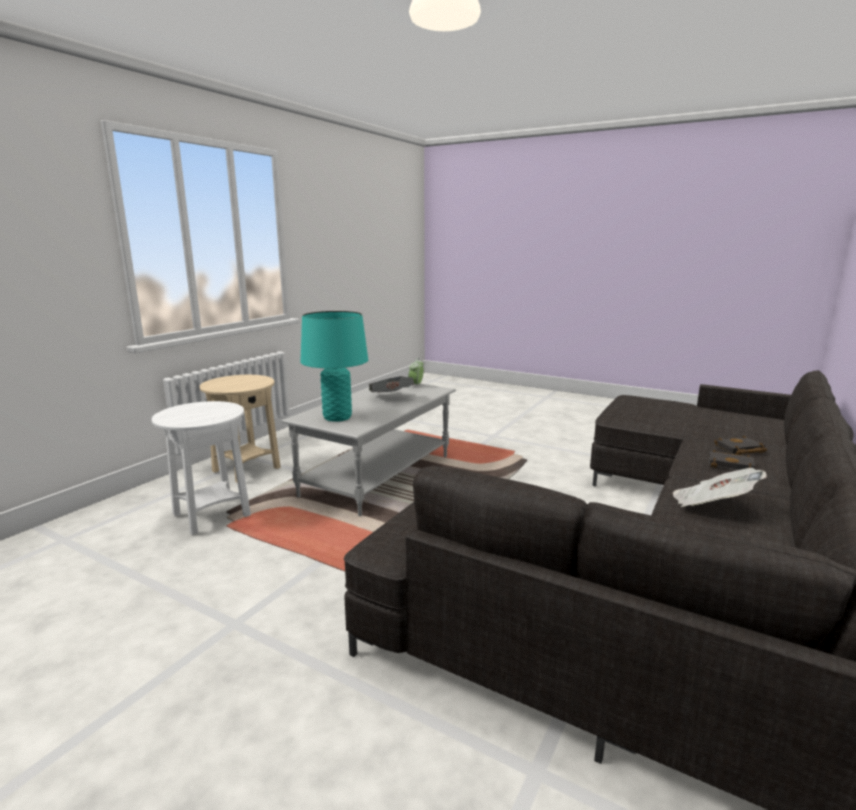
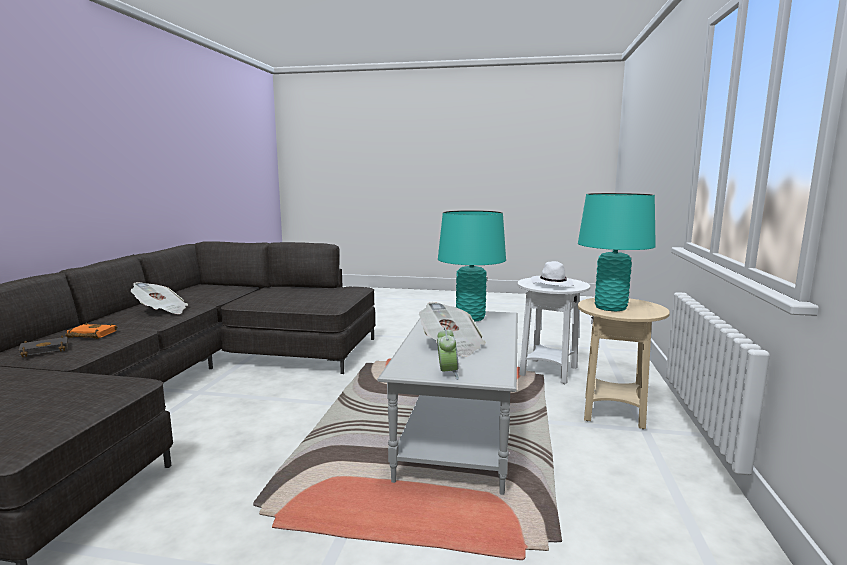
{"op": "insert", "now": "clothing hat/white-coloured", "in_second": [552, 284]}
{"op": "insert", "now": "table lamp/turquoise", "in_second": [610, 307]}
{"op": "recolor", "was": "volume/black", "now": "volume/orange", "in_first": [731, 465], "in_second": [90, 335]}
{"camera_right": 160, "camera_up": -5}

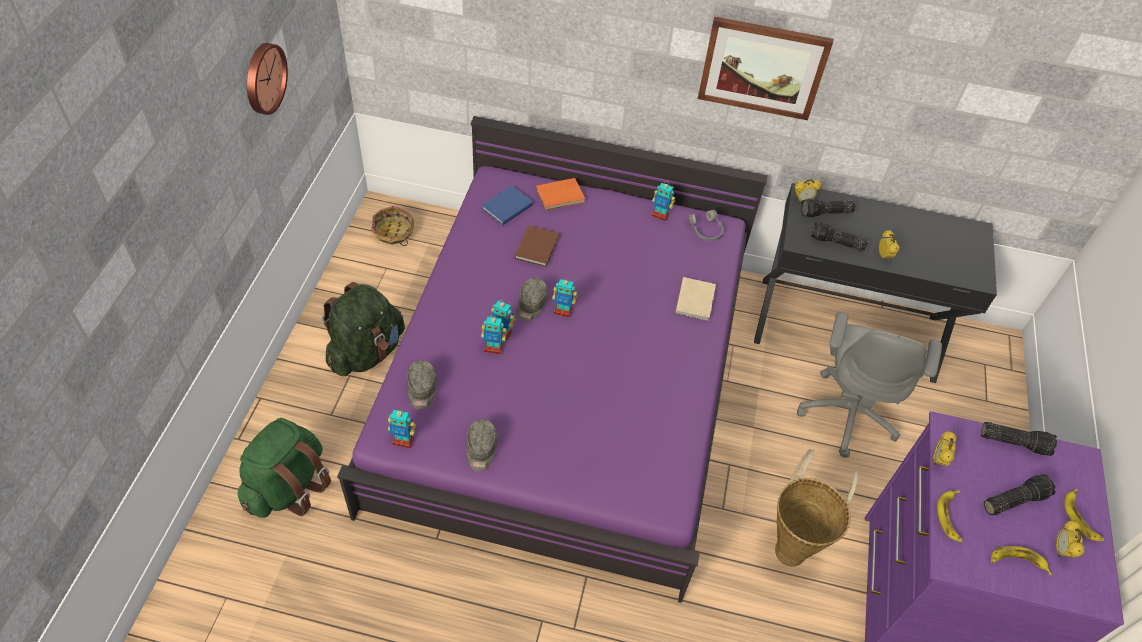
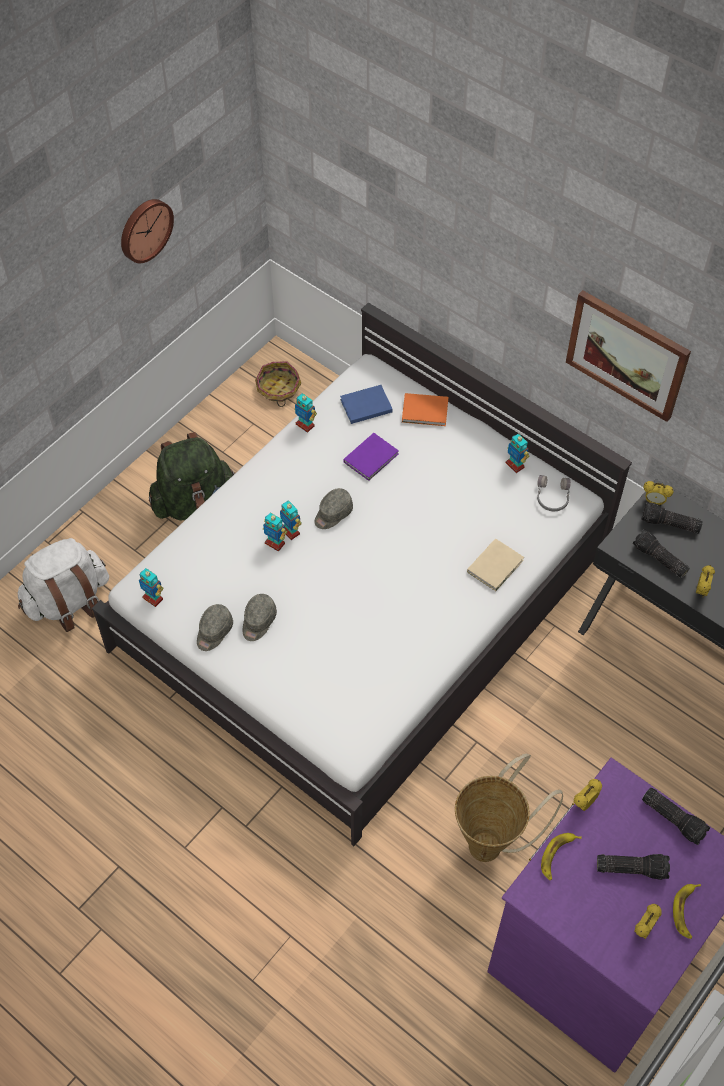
{"op": "delete", "was": "desk chair/grey", "in_first": [848, 413]}
{"op": "delete", "was": "banana fruit", "in_first": [1017, 562]}
{"op": "move", "was": "baseball cap/grey", "in_first": [422, 390], "in_second": [258, 622]}
{"op": "move", "was": "robot figure", "in_first": [563, 311], "in_second": [305, 425]}
{"op": "recolor", "was": "backpack/greenish", "now": "backpack/white-coloured", "in_first": [288, 487], "in_second": [68, 602]}
{"op": "recolor", "was": "sleeping bed/purplish", "now": "sleeping bed/white-coloured", "in_first": [566, 382], "in_second": [363, 600]}
{"op": "recolor", "was": "volume/brownish", "now": "volume/purplish", "in_first": [538, 247], "in_second": [372, 457]}
{"camera_right": 30, "camera_up": 5}

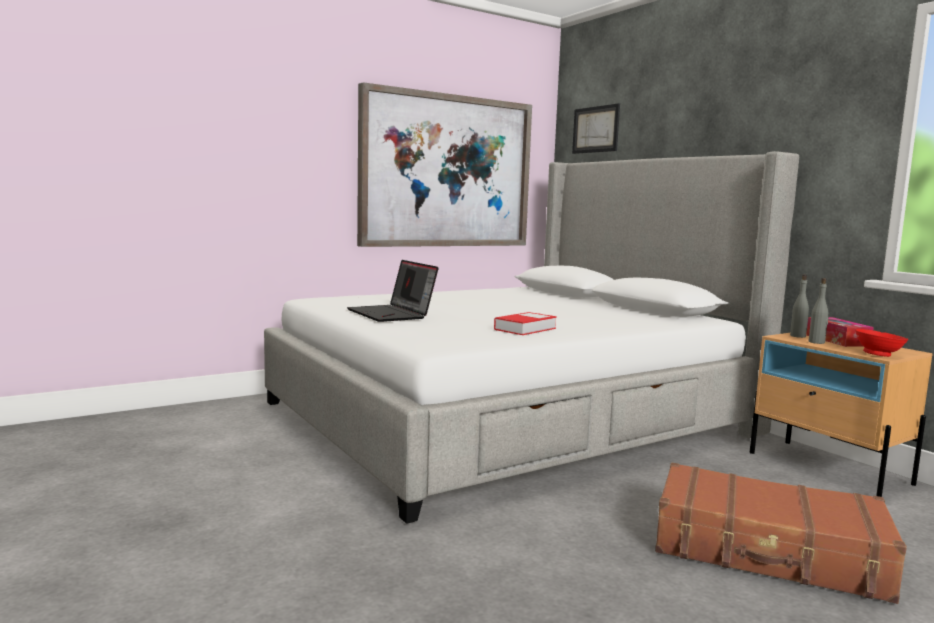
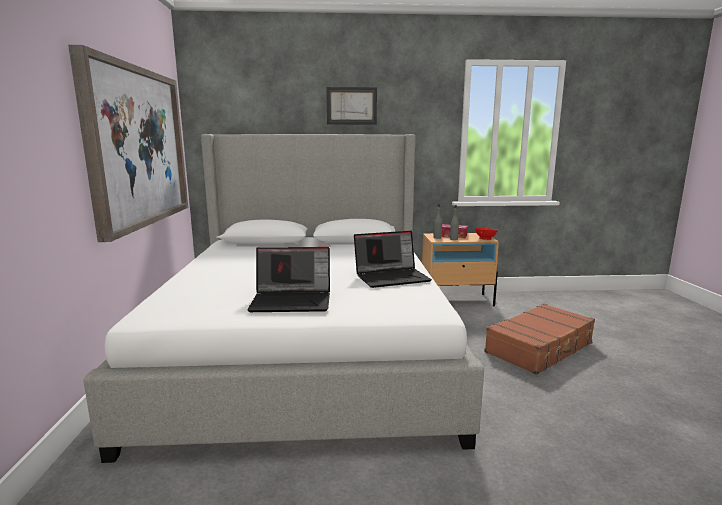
{"op": "move", "was": "wall picture", "in_first": [596, 129], "in_second": [351, 106]}
{"op": "replace", "was": "volume", "now": "notebook computer", "in_first": [525, 329], "in_second": [392, 277]}
{"camera_right": -60, "camera_up": 5}

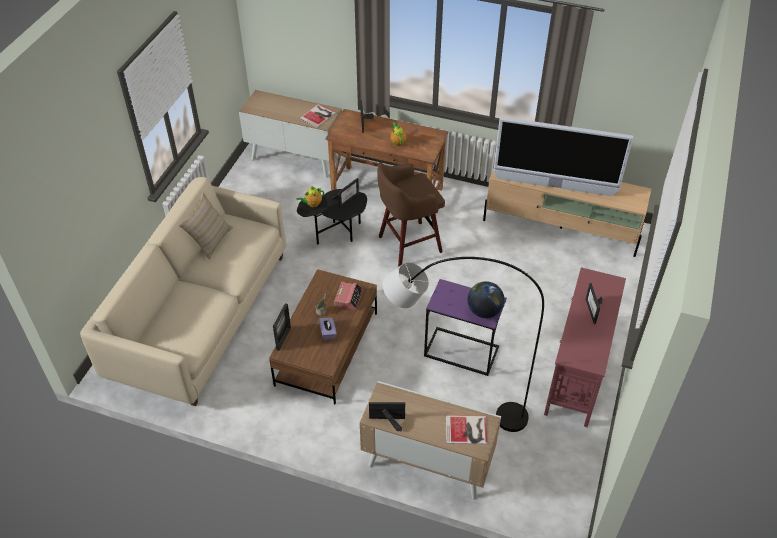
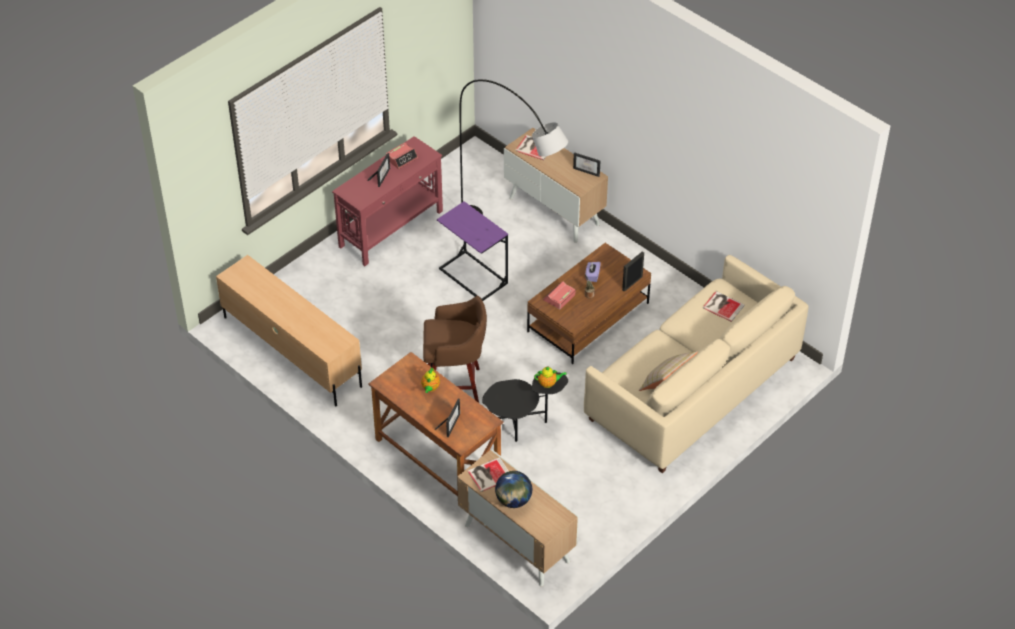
{"op": "delete", "was": "standing frame", "in_first": [347, 198]}
{"op": "delete", "was": "television", "in_first": [554, 186]}
{"op": "insert", "now": "bedside clock", "in_second": [402, 158]}
{"op": "insert", "now": "volume", "in_second": [723, 305]}
{"op": "move", "was": "world globe", "in_first": [484, 311], "in_second": [513, 500]}
{"camera_right": -155, "camera_up": 0}

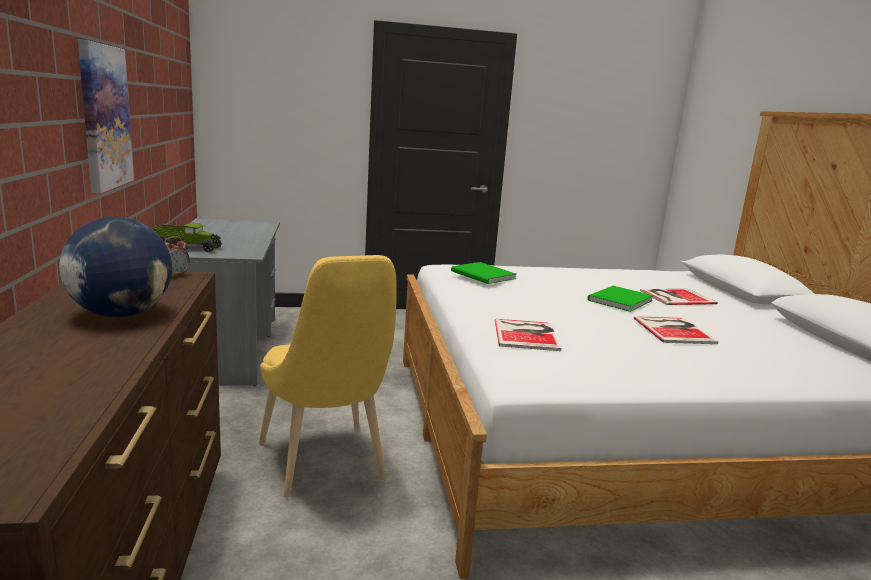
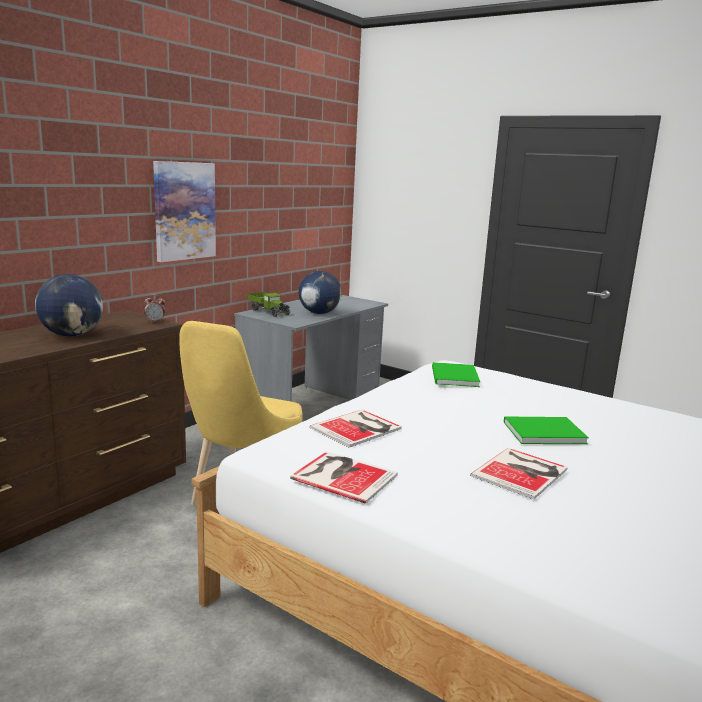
{"op": "insert", "now": "world globe", "in_second": [319, 313]}
{"op": "move", "was": "volume", "in_first": [675, 297], "in_second": [343, 475]}
{"camera_right": 45, "camera_up": 0}

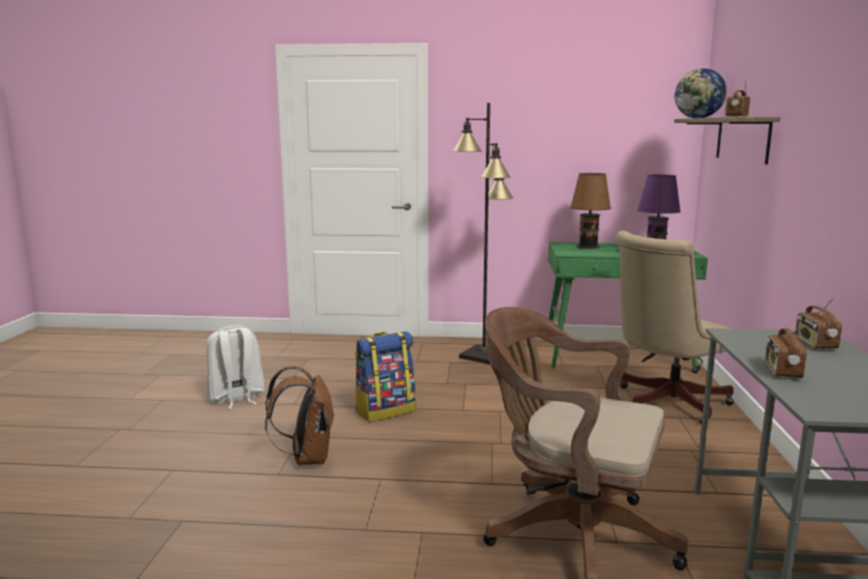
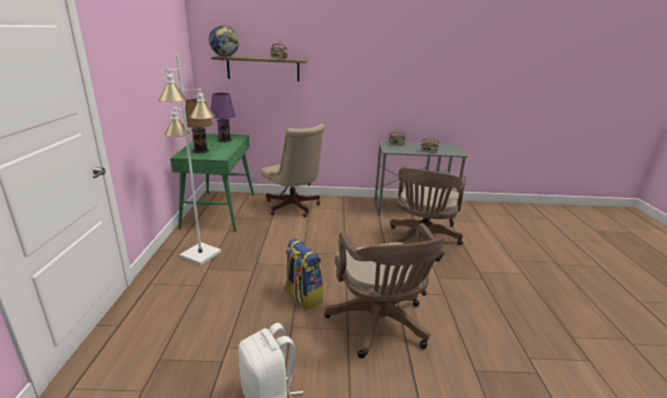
{"op": "replace", "was": "backpack/brownish", "now": "desk chair/brownish", "in_first": [307, 458], "in_second": [380, 326]}
{"op": "recolor", "was": "standard lamp/black", "now": "standard lamp/white-coloured", "in_first": [483, 355], "in_second": [200, 254]}
{"camera_right": -95, "camera_up": 10}

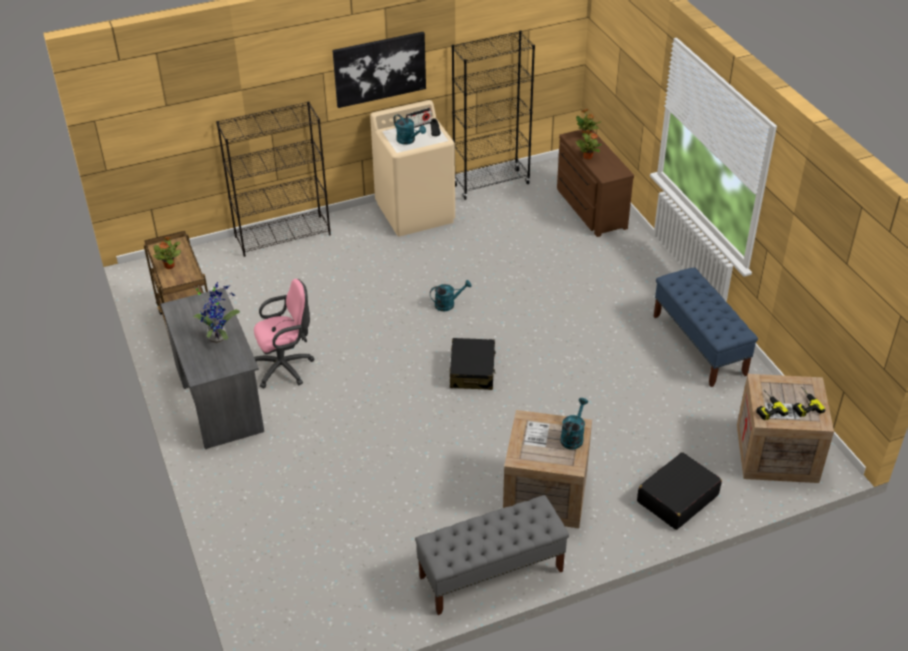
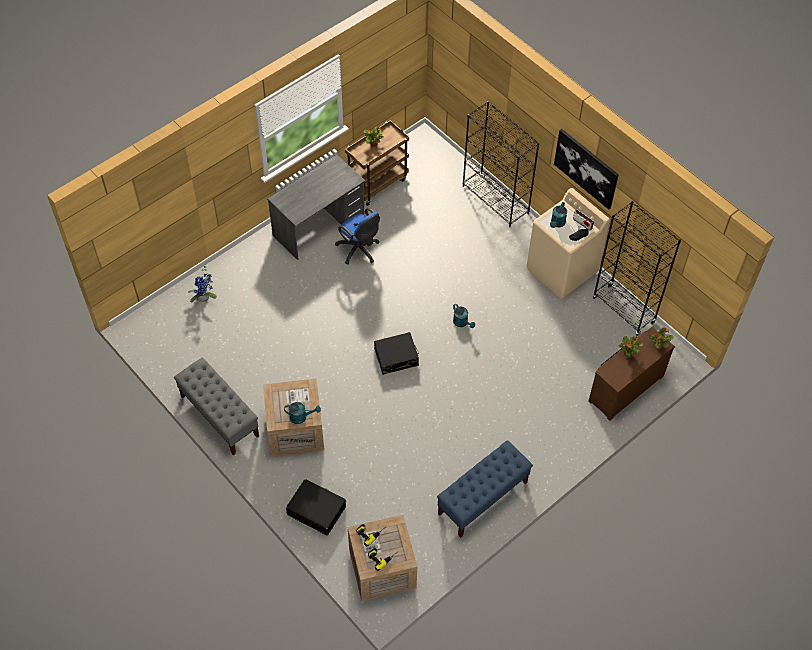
{"op": "move", "was": "plant in a pot", "in_first": [219, 336], "in_second": [205, 297]}
{"op": "recolor", "was": "desk chair/pinkish", "now": "desk chair/bluish", "in_first": [286, 367], "in_second": [359, 250]}
{"camera_right": 70, "camera_up": 15}

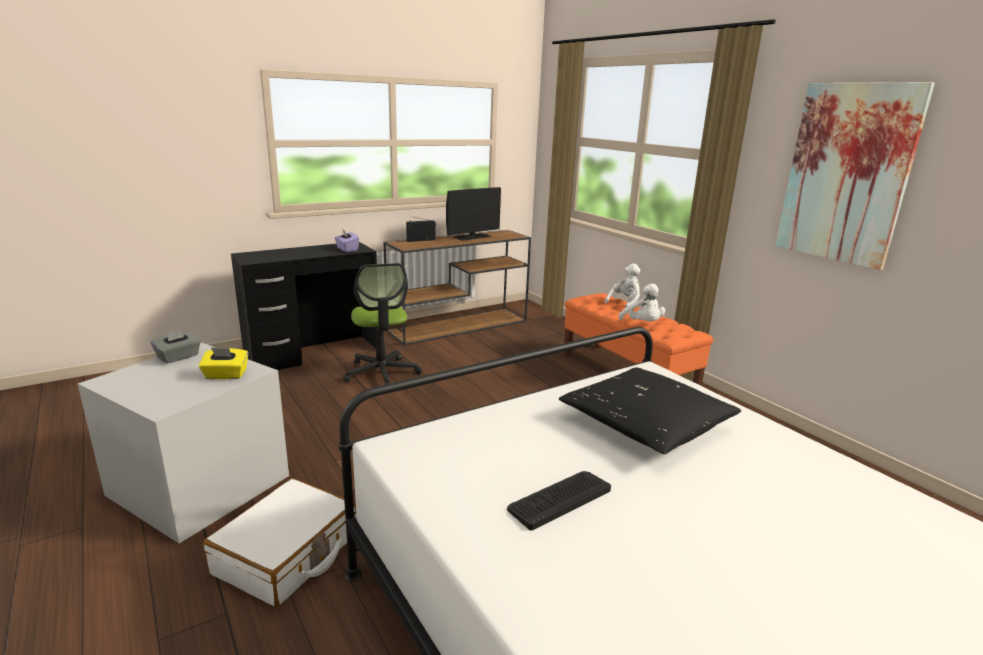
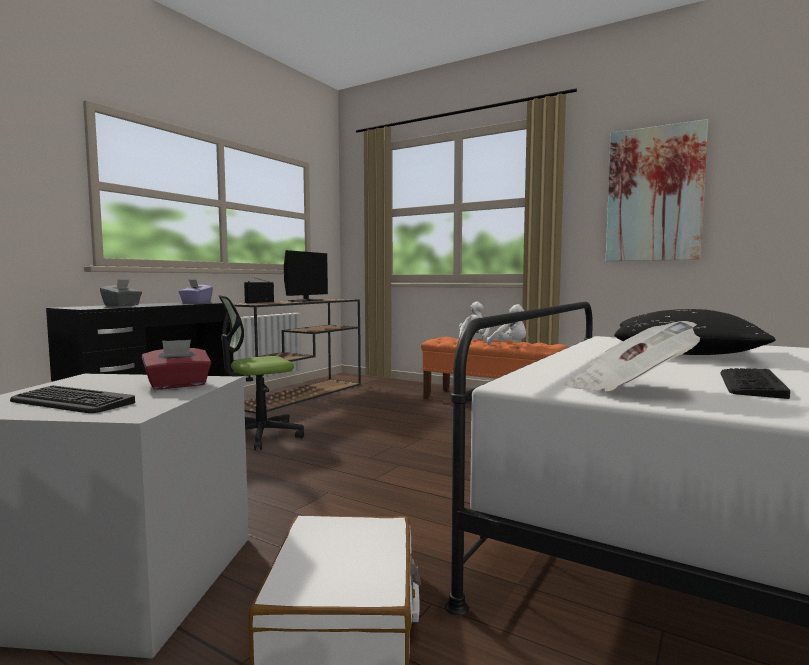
{"op": "insert", "now": "keyboard", "in_second": [71, 402]}
{"op": "insert", "now": "newspaper", "in_second": [627, 388]}
{"op": "move", "was": "tissue holder/grey", "in_first": [179, 357], "in_second": [122, 305]}
{"op": "recolor", "was": "tissue holder/yellow-coloured", "now": "tissue holder/reddish", "in_first": [225, 375], "in_second": [178, 385]}
{"op": "rotate", "was": "desk chair", "in_first": [382, 373], "in_second": [259, 435], "clockwise": 105}
{"camera_right": -25, "camera_up": -15}

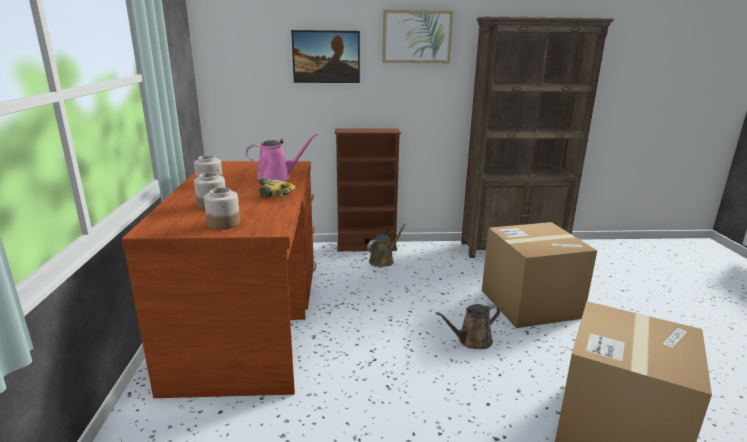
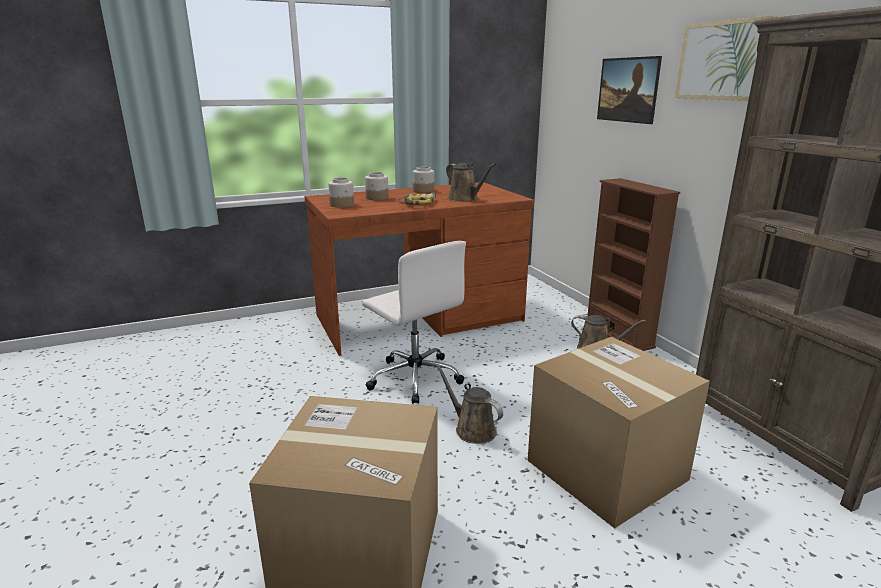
{"op": "insert", "now": "desk chair/white-coloured", "in_second": [414, 377]}
{"op": "recolor", "was": "sprinkling can/pinkish", "now": "sprinkling can/brownish", "in_first": [277, 177], "in_second": [465, 199]}
{"camera_right": 70, "camera_up": 0}

